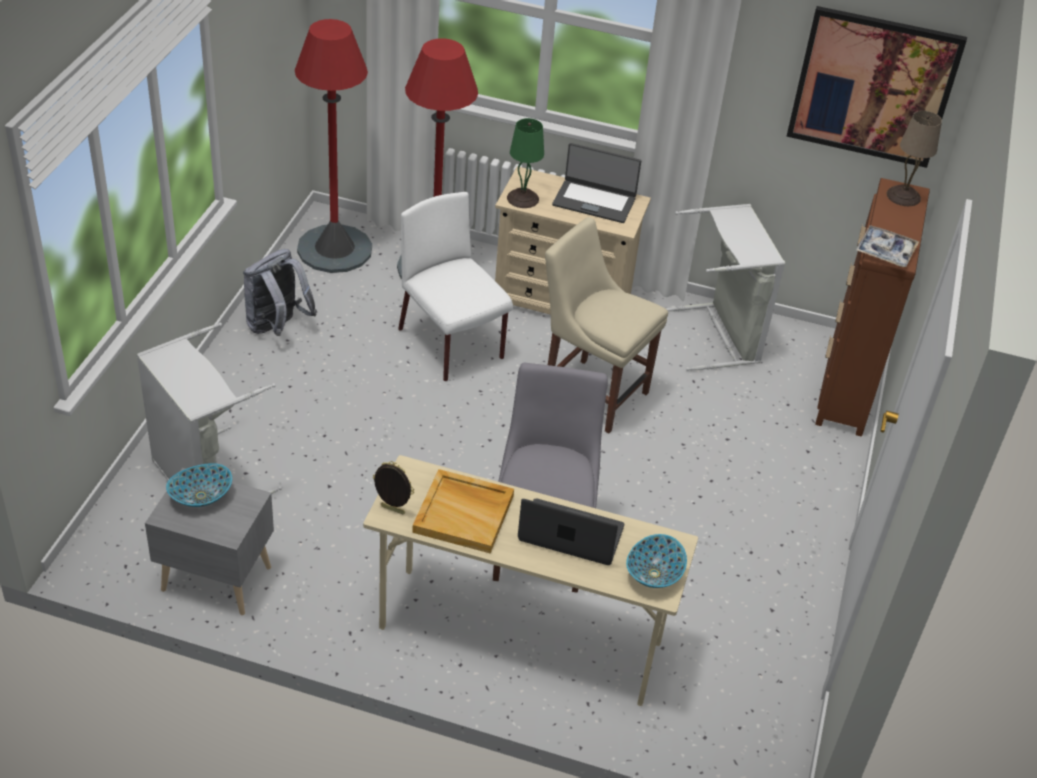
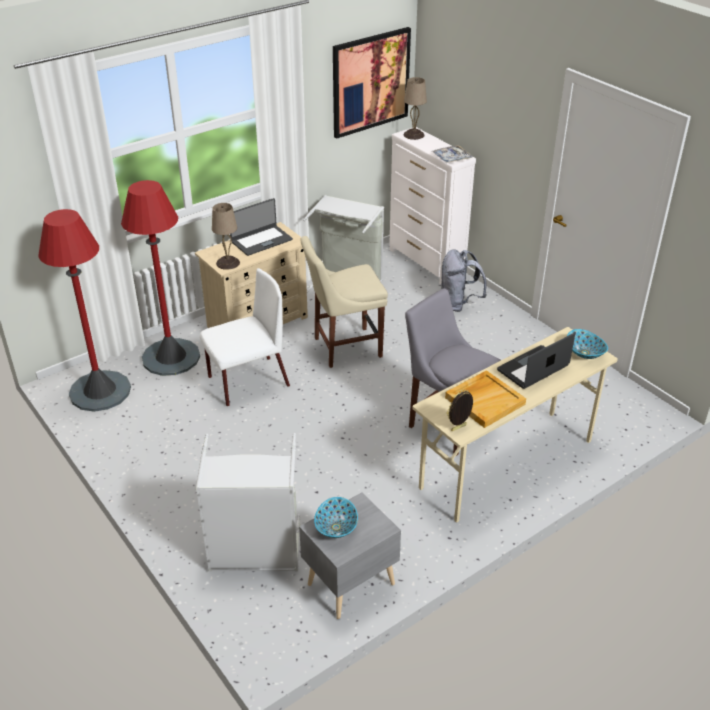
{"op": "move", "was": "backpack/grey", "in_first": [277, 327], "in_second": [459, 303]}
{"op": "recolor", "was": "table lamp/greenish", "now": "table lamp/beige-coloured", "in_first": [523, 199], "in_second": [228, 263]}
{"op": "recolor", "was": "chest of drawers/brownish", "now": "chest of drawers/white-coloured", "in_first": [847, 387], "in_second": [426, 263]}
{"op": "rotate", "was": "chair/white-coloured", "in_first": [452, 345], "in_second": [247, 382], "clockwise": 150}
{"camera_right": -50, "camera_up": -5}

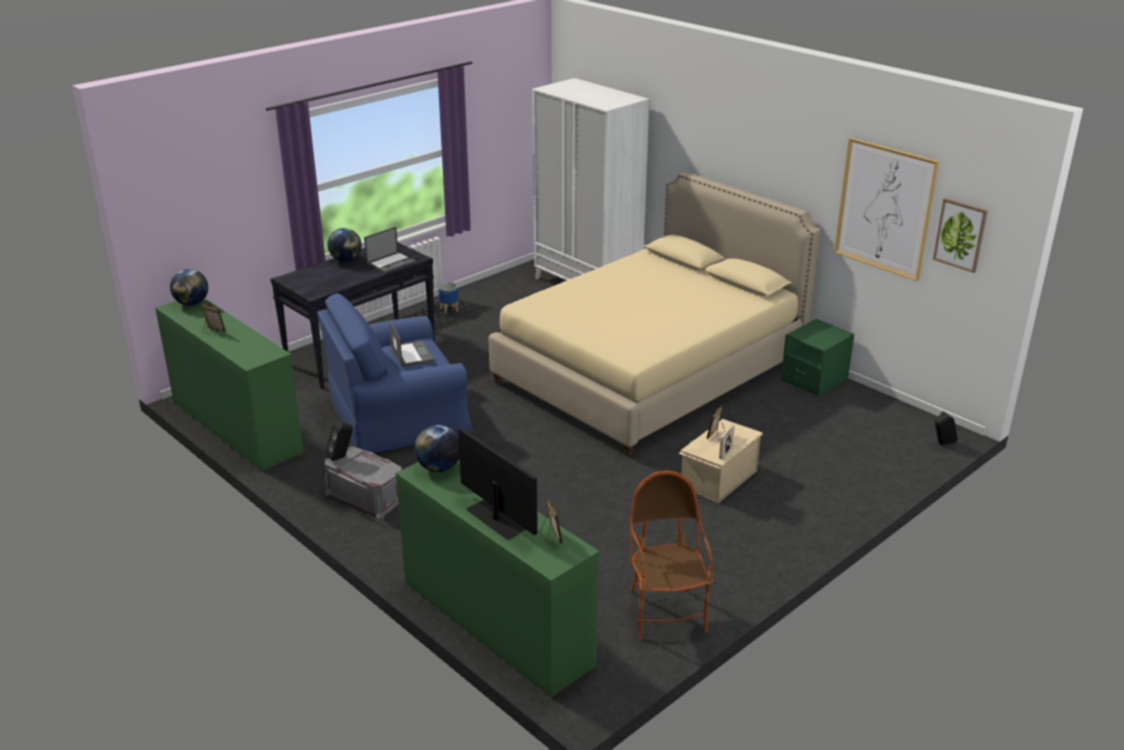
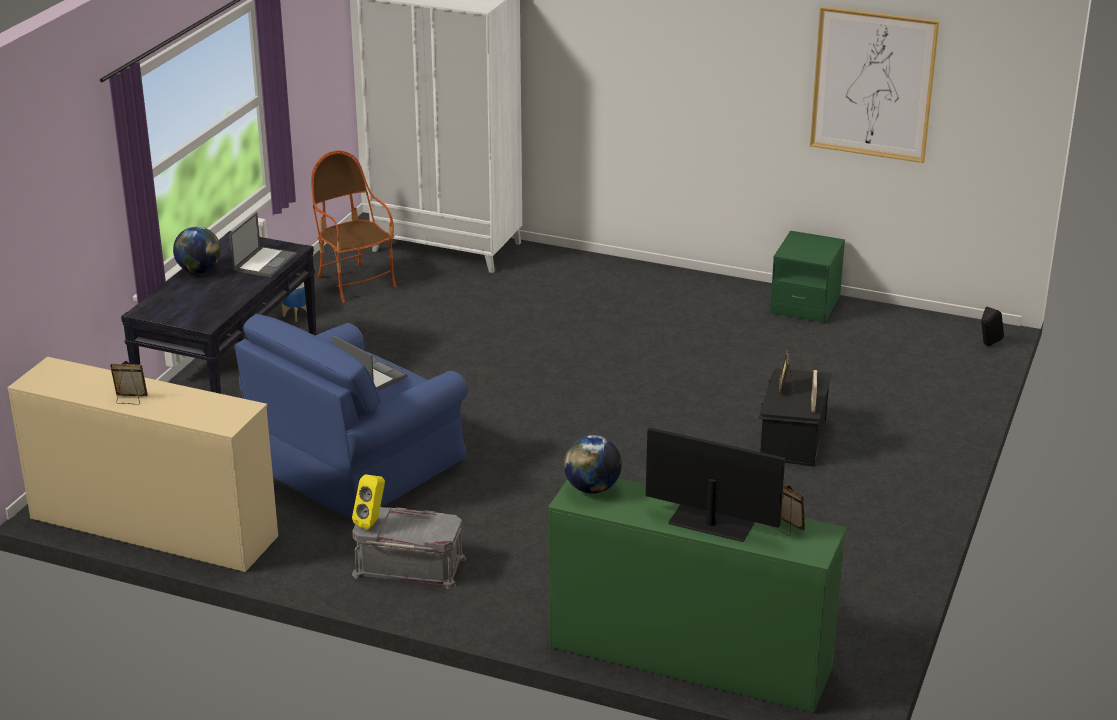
{"op": "delete", "was": "world globe", "in_first": [192, 303]}
{"op": "delete", "was": "sleeping bed/beige-coloured", "in_first": [650, 371]}
{"op": "delete", "was": "wall picture", "in_first": [960, 234]}
{"op": "move", "was": "armchair", "in_first": [666, 612], "in_second": [355, 283]}
{"op": "recolor", "was": "chest of drawers/greenish", "now": "chest of drawers/beige-coloured", "in_first": [236, 426], "in_second": [153, 527]}
{"op": "recolor", "was": "loudspeaker/black", "now": "loudspeaker/yellow-coloured", "in_first": [341, 457], "in_second": [372, 522]}
{"op": "recolor", "was": "storage box/beige-coloured", "now": "storage box/black", "in_first": [717, 478], "in_second": [791, 439]}
{"camera_right": -25, "camera_up": 0}

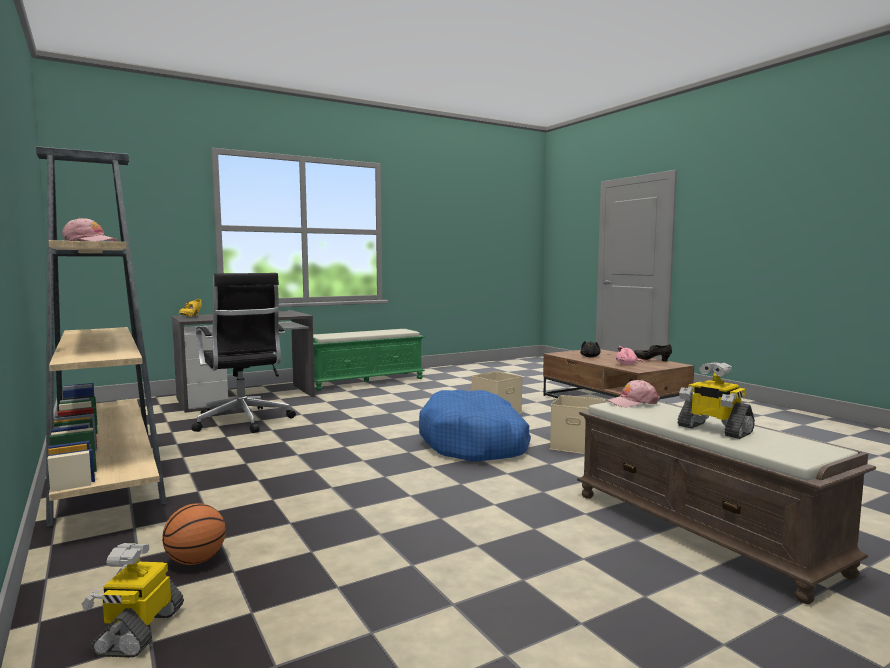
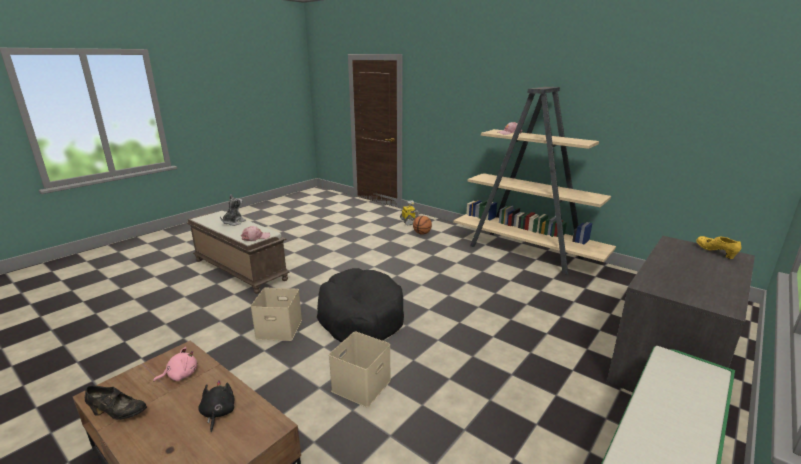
{"op": "delete", "was": "desk chair/black", "in_first": [243, 422]}
{"op": "replace", "was": "robot figure", "now": "plush toy", "in_first": [713, 430], "in_second": [233, 222]}
{"op": "recolor", "was": "dog bed/bluish", "now": "dog bed/black", "in_first": [475, 443], "in_second": [361, 317]}
{"camera_right": 160, "camera_up": 15}

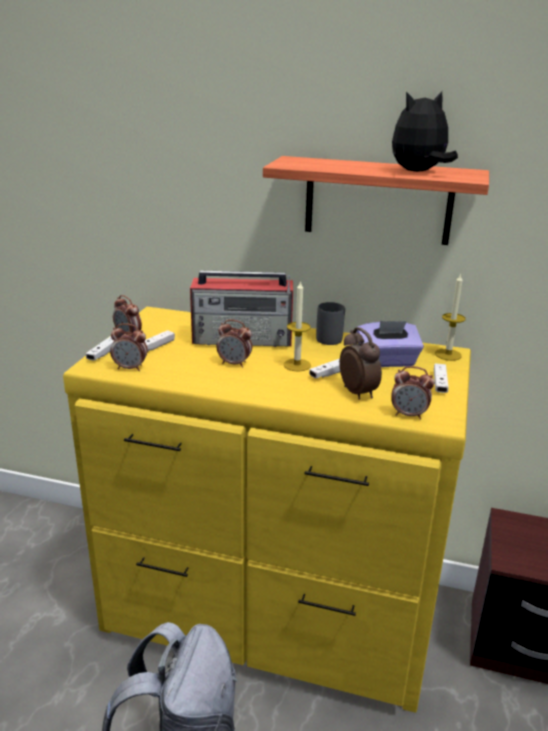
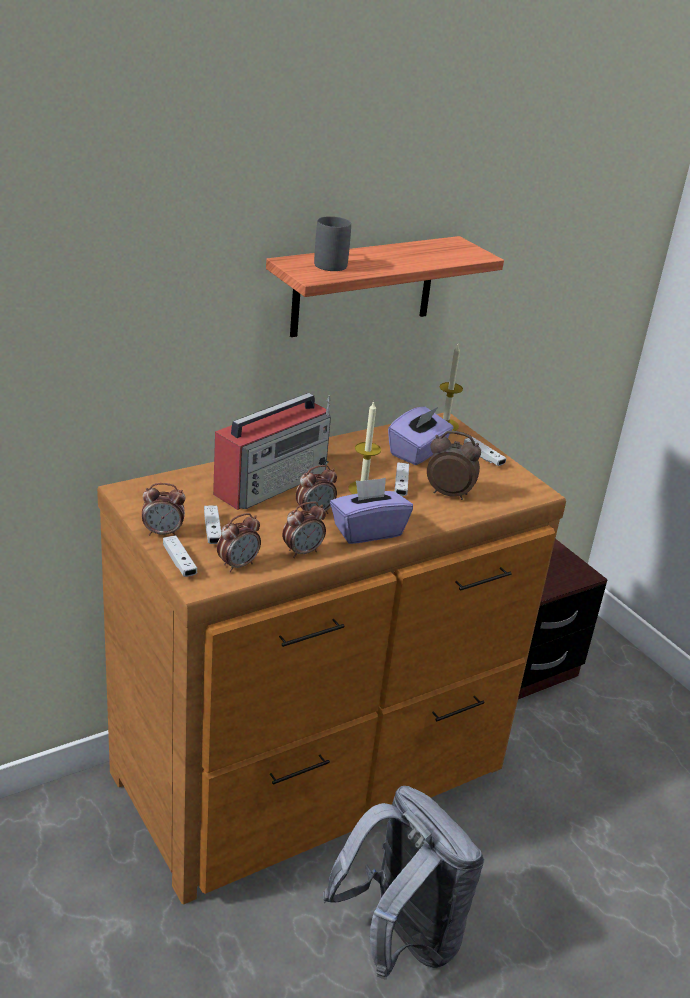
{"op": "delete", "was": "plush toy", "in_first": [419, 172]}
{"op": "insert", "now": "tissue holder/purplish", "in_second": [367, 531]}
{"op": "move", "was": "mug/grey", "in_first": [332, 337], "in_second": [329, 262]}
{"op": "move", "was": "bedside clock", "in_first": [409, 415], "in_second": [302, 552]}
{"op": "recolor", "was": "chest of drawers/yellow-coloured", "now": "chest of drawers/brownish", "in_first": [270, 614], "in_second": [315, 774]}
{"camera_right": -50, "camera_up": 5}

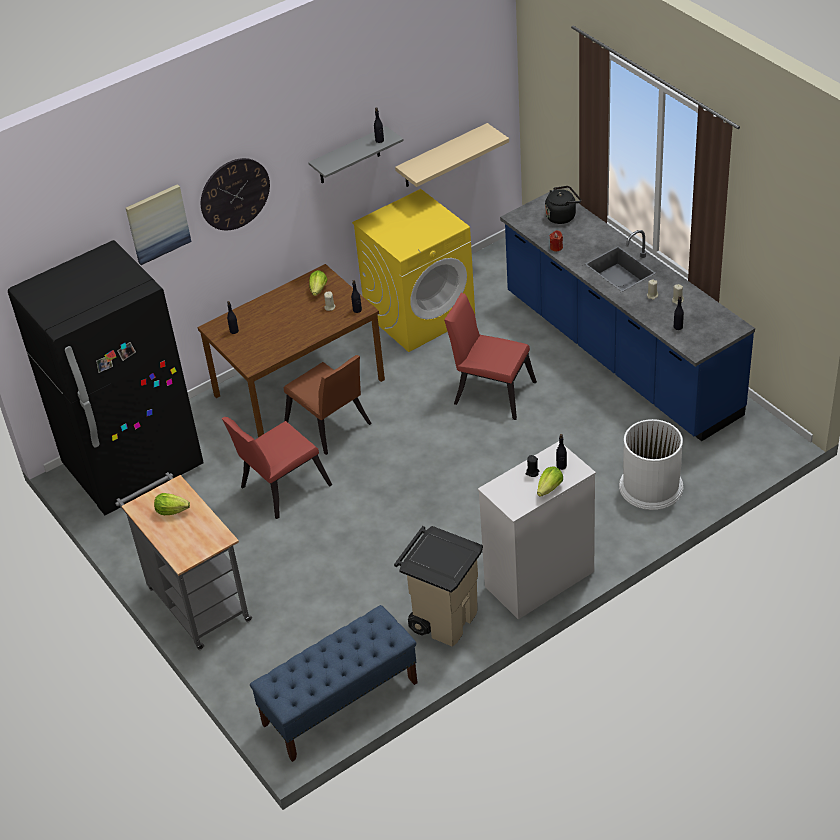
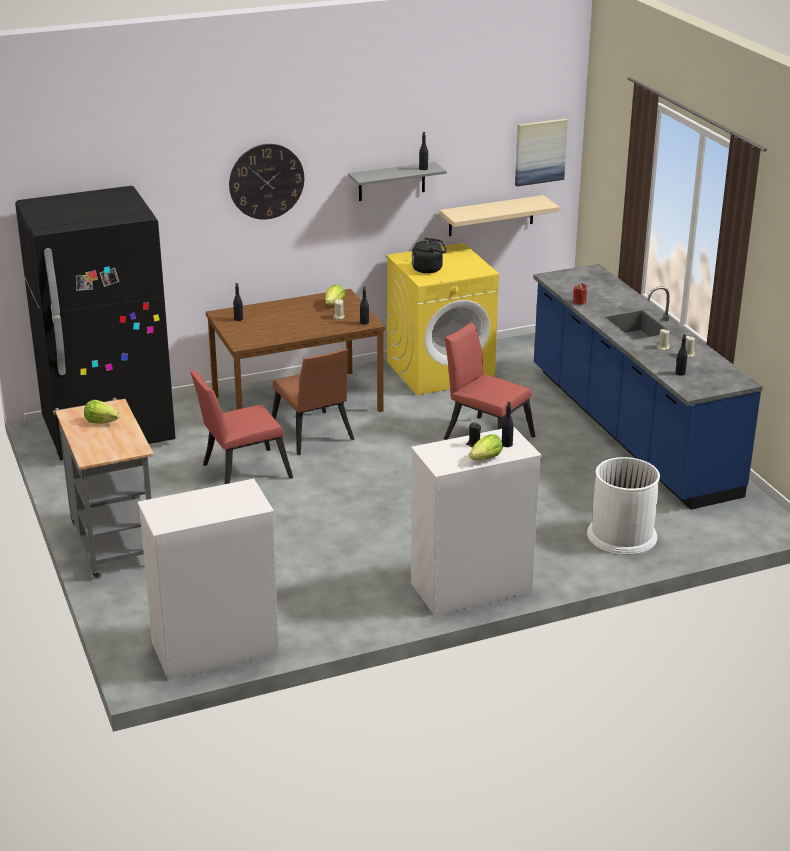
{"op": "delete", "was": "trash can/beige-coloured", "in_first": [444, 619]}
{"op": "move", "was": "wall picture", "in_first": [157, 223], "in_second": [540, 151]}
{"op": "move", "was": "tea kettle/black", "in_first": [562, 216], "in_second": [429, 269]}
{"op": "replace", "was": "long seat/bluish", "now": "chest of drawers/white-coloured", "in_first": [340, 704], "in_second": [214, 648]}
{"camera_right": 10, "camera_up": -15}

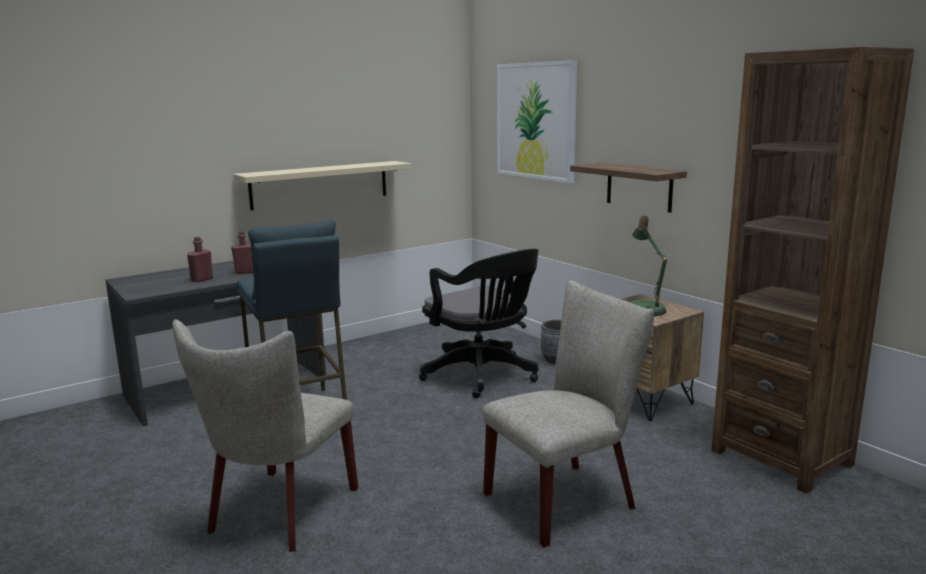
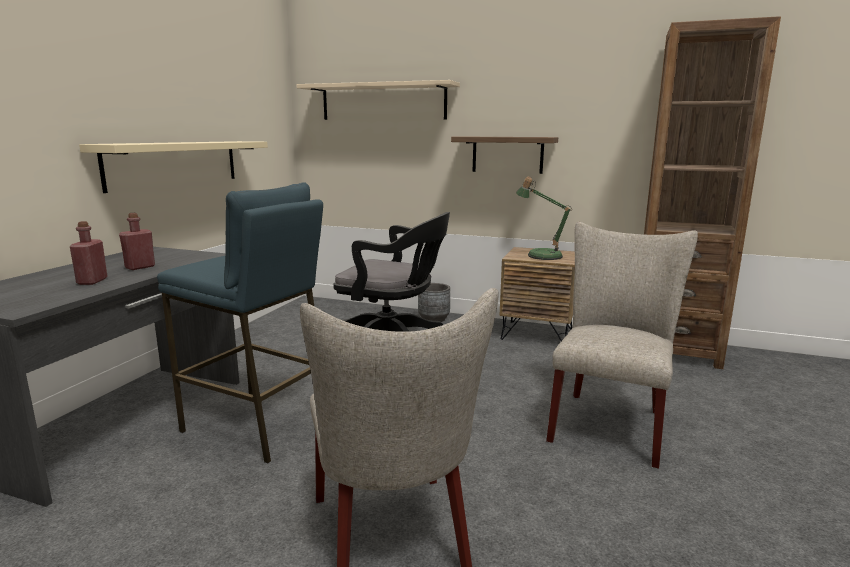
{"op": "replace", "was": "wall picture", "now": "shelf/beige-coloured", "in_first": [536, 121], "in_second": [383, 102]}
{"camera_right": -35, "camera_up": 0}

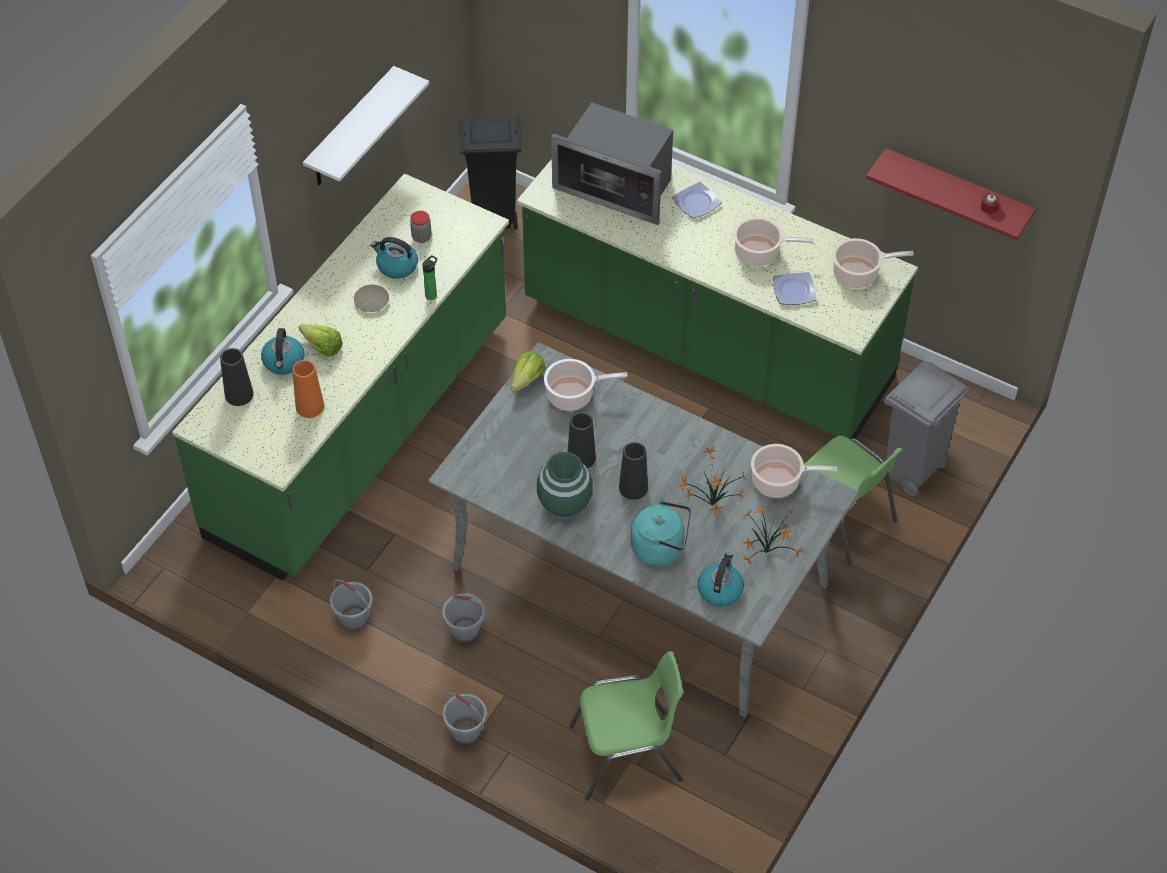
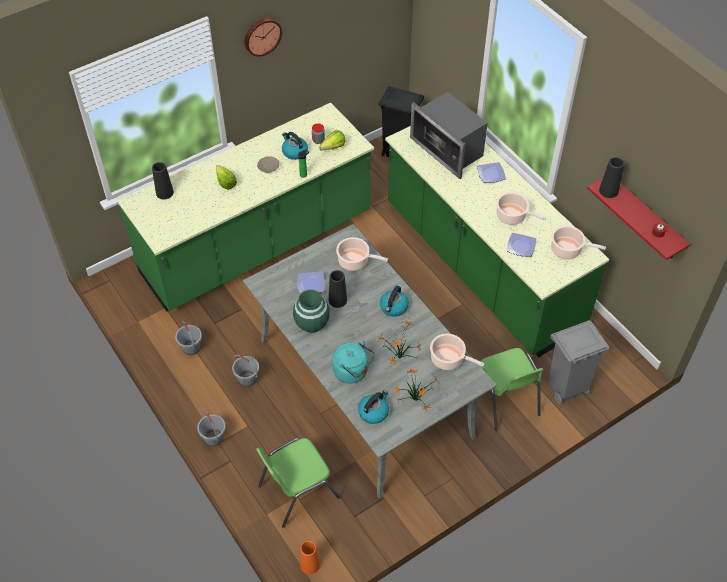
{"op": "delete", "was": "shelf/white-coloured", "in_first": [351, 129]}
{"op": "insert", "now": "clock on the wall", "in_second": [262, 36]}
{"op": "insert", "now": "plate", "in_second": [311, 285]}
{"op": "move", "was": "tea kettle", "in_first": [284, 362], "in_second": [393, 307]}
{"op": "move", "was": "flower vase/orange", "in_first": [310, 406], "in_second": [310, 565]}
{"op": "move", "was": "lettuce head", "in_first": [524, 382], "in_second": [331, 148]}
{"op": "move", "was": "flower vase/black", "in_first": [633, 487], "in_second": [608, 191]}
{"op": "rotate", "was": "chair/greenish", "in_first": [627, 755], "in_second": [297, 491], "clockwise": 135}
{"camera_right": 25, "camera_up": 0}

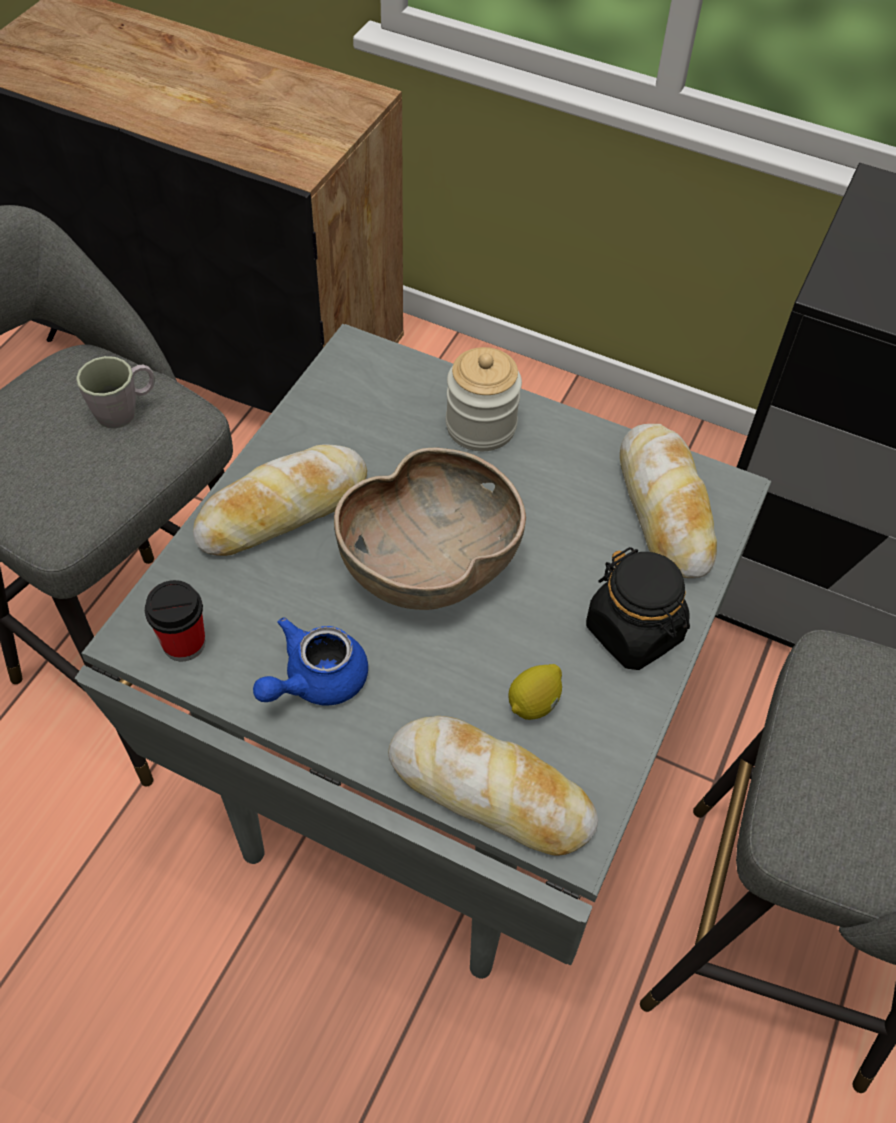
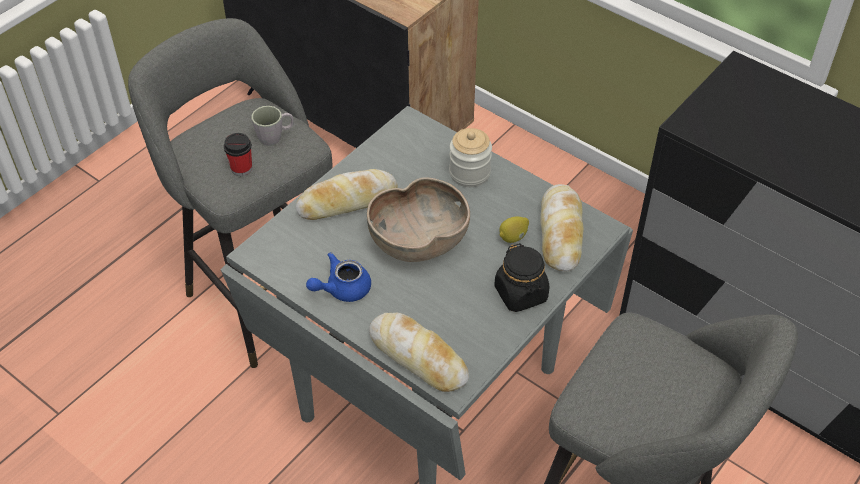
{"op": "move", "was": "drinking cup", "in_first": [184, 643], "in_second": [241, 168]}
{"op": "move", "was": "whole lemon", "in_first": [534, 703], "in_second": [513, 237]}
{"camera_right": 15, "camera_up": -5}

